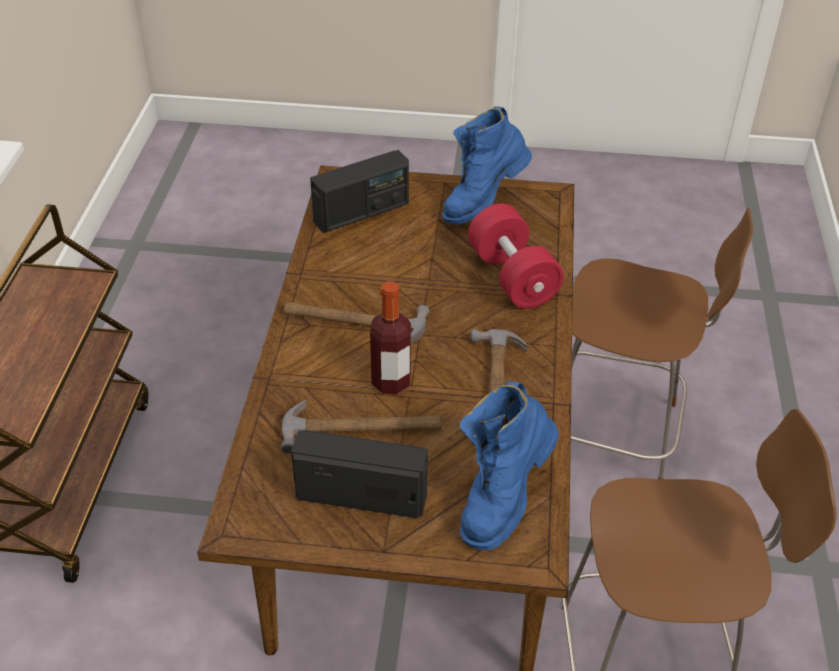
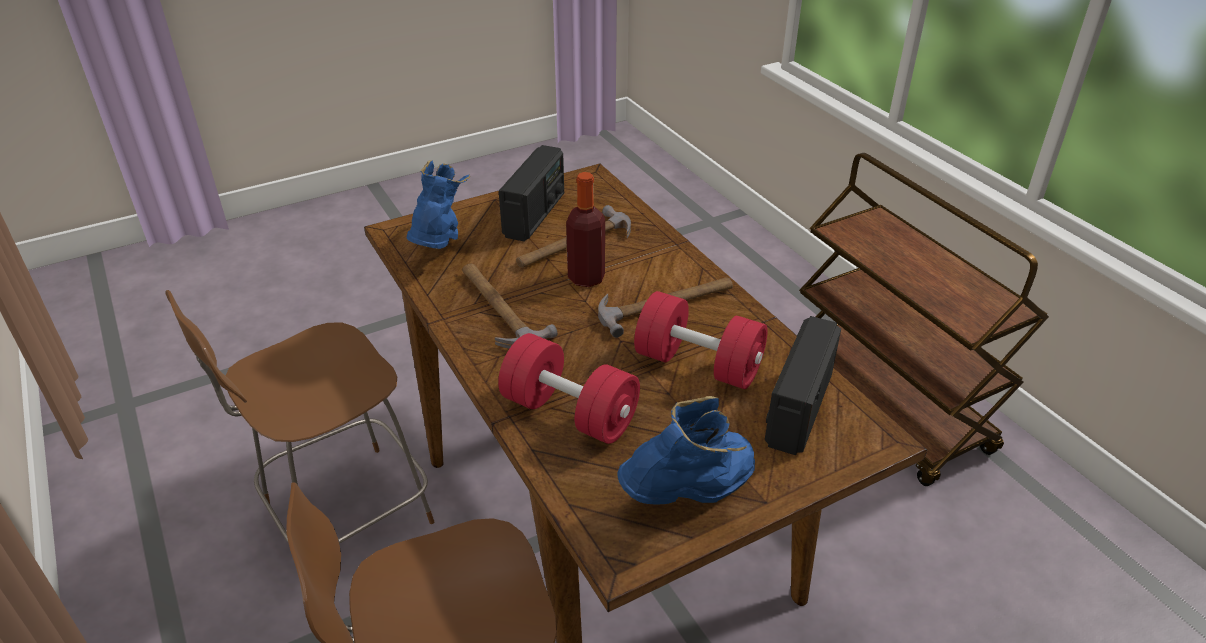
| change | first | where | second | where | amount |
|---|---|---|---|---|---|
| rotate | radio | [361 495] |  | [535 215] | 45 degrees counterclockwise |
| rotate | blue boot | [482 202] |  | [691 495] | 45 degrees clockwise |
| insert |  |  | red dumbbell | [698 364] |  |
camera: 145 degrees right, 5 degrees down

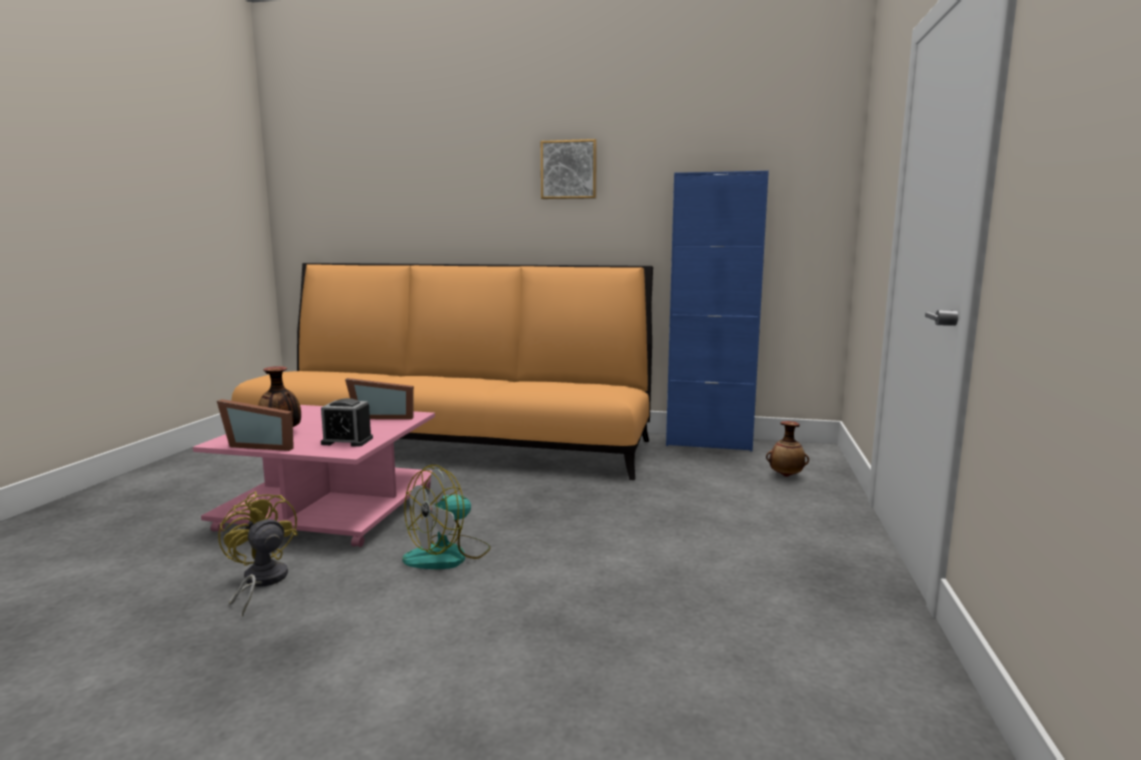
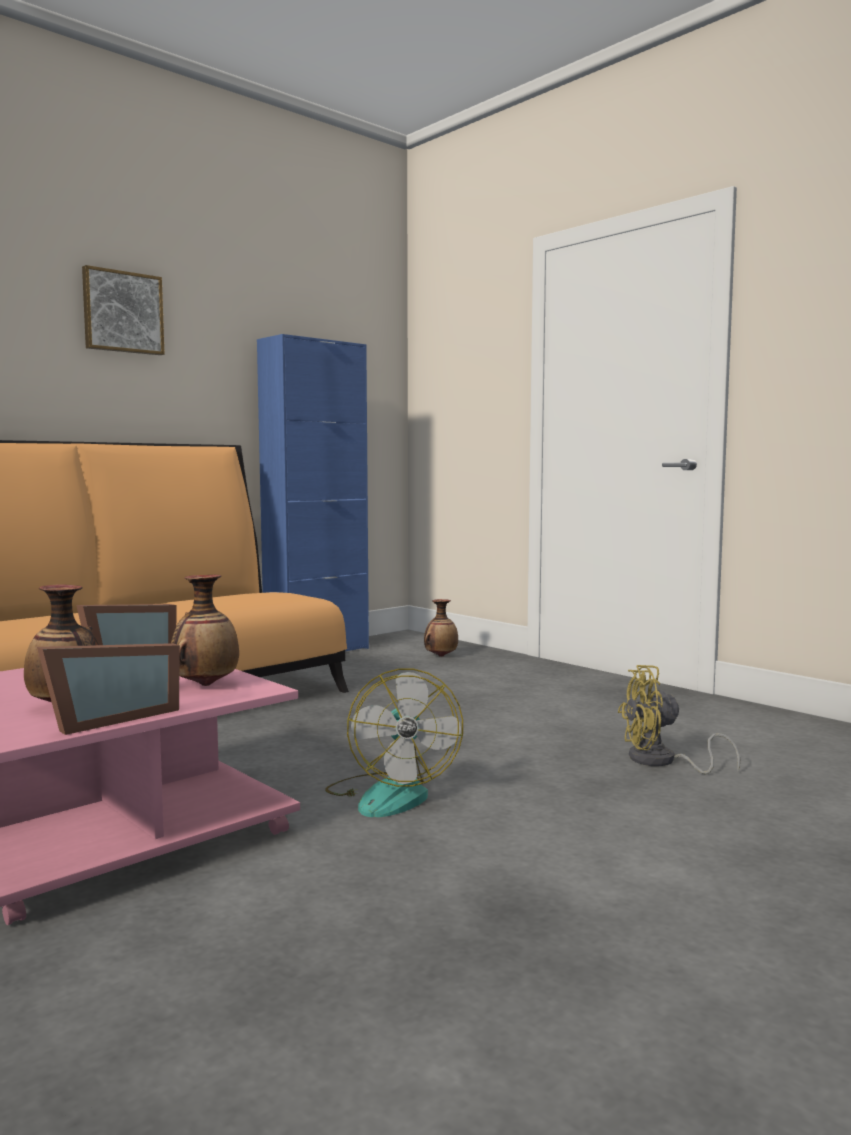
| change | first | where | second | where | amount |
|---|---|---|---|---|---|
| move | yellow fan | [260 582] |  | [661 762] |  |
| replace | alarm clock | [347 441] | vase | [205 685] |  |
camera: 55 degrees left, 5 degrees down

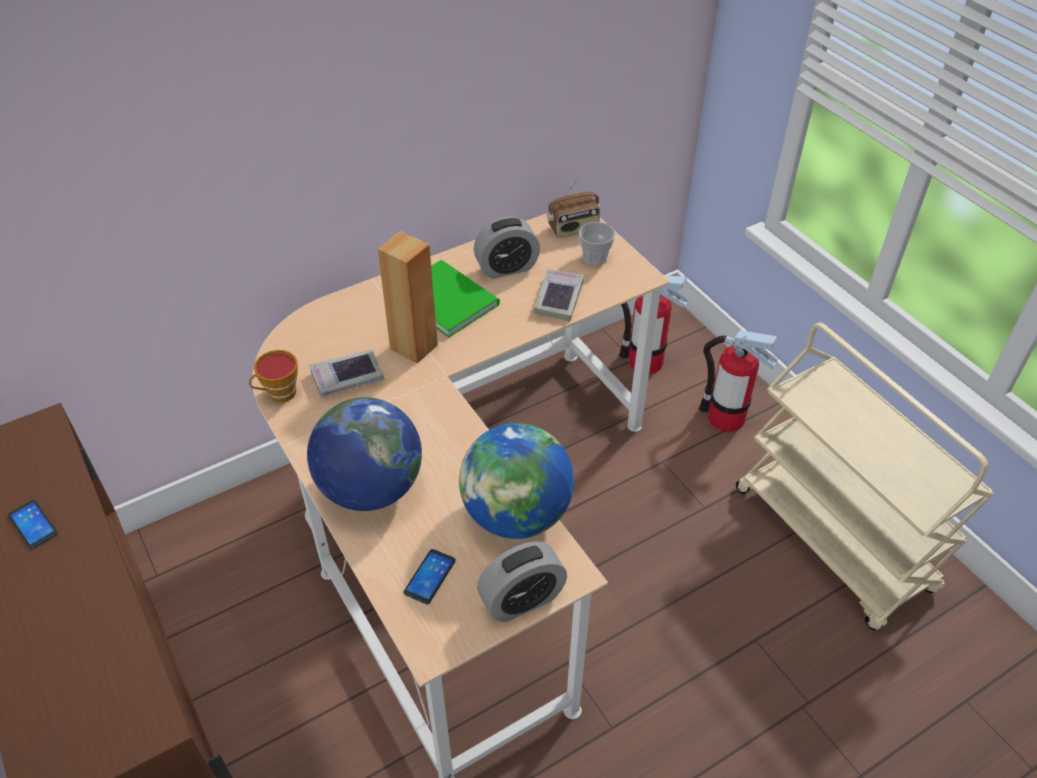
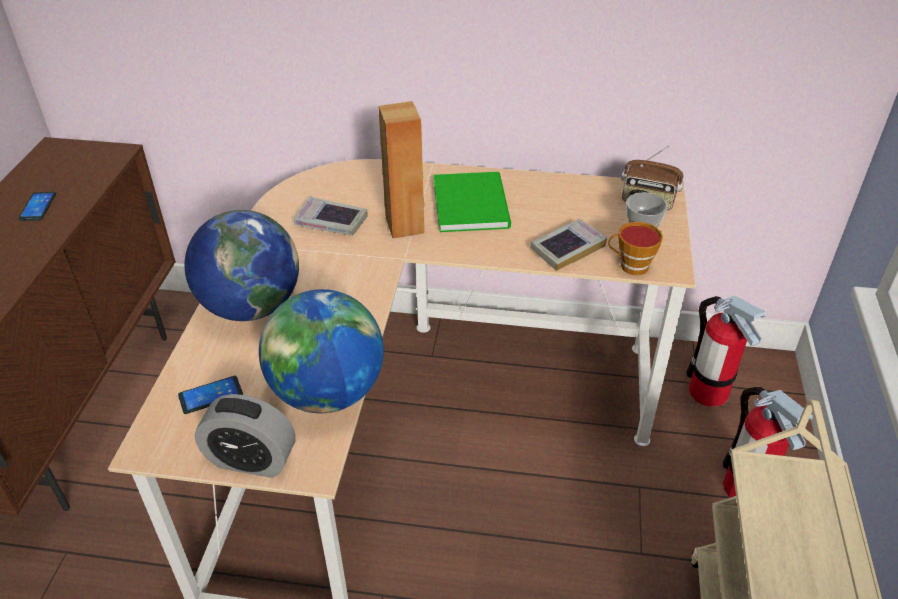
| change | first | where | second | where | amount |
|---|---|---|---|---|---|
| move | cup | [279 394] |  | [630 266] |  |
| delete | alarm clock | [507 268] |  |  |  |
camera: 40 degrees right, 5 degrees down

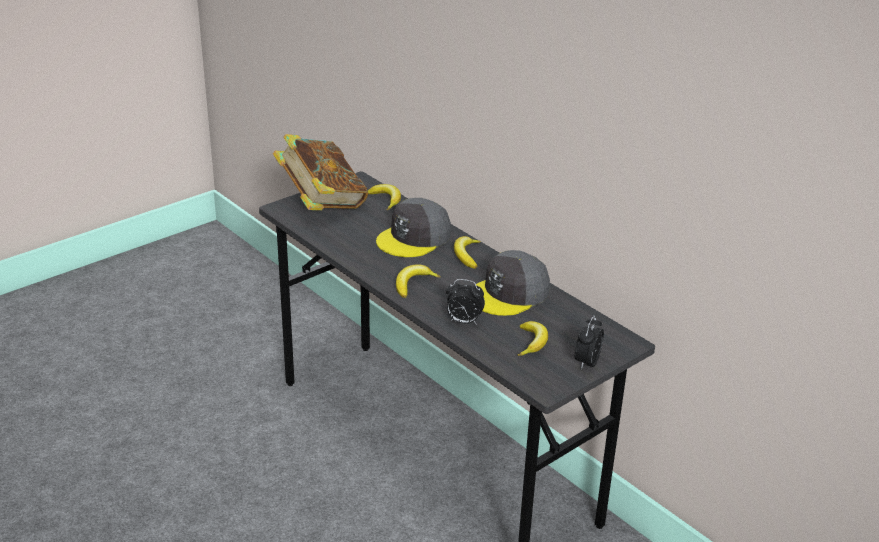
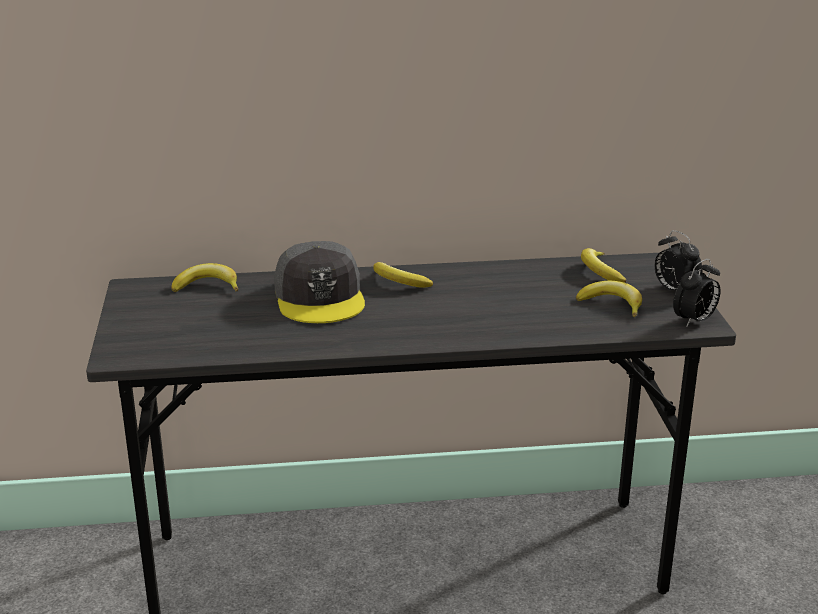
| change | first | where | second | where | amount |
|---|---|---|---|---|---|
| delete | book | [321 204] |  |  |  |
| move | banana | [413 284] |  | [600 271] |  |
| move | alarm clock | [463 322] |  | [694 321] |  |
| delete | grey cap | [509 293] |  |  |  |
camera: 55 degrees left, 5 degrees down

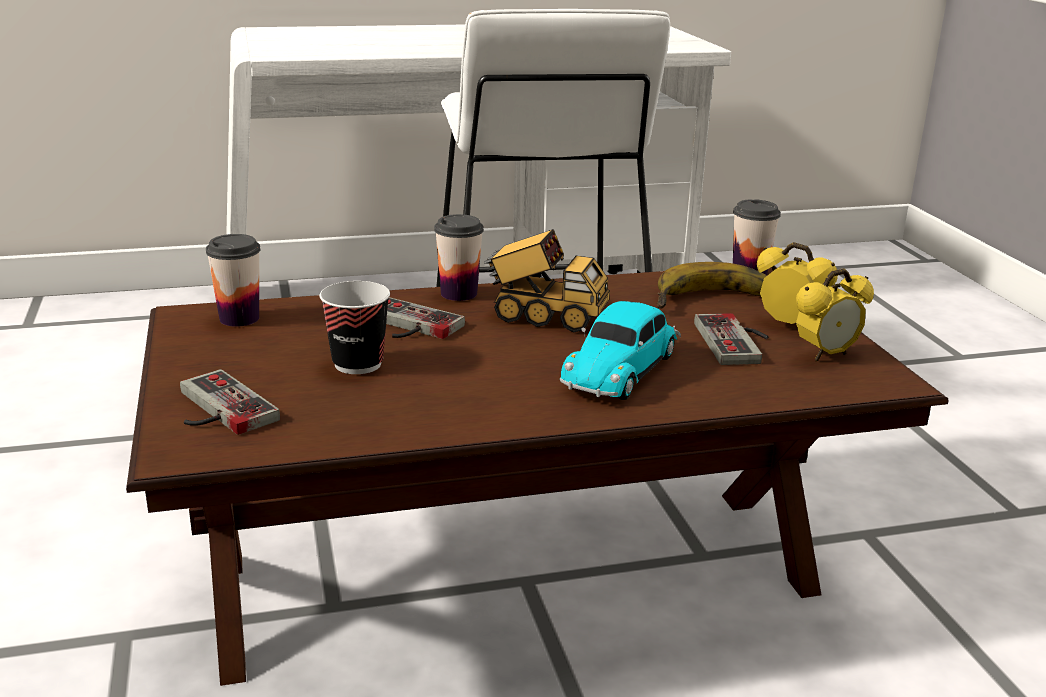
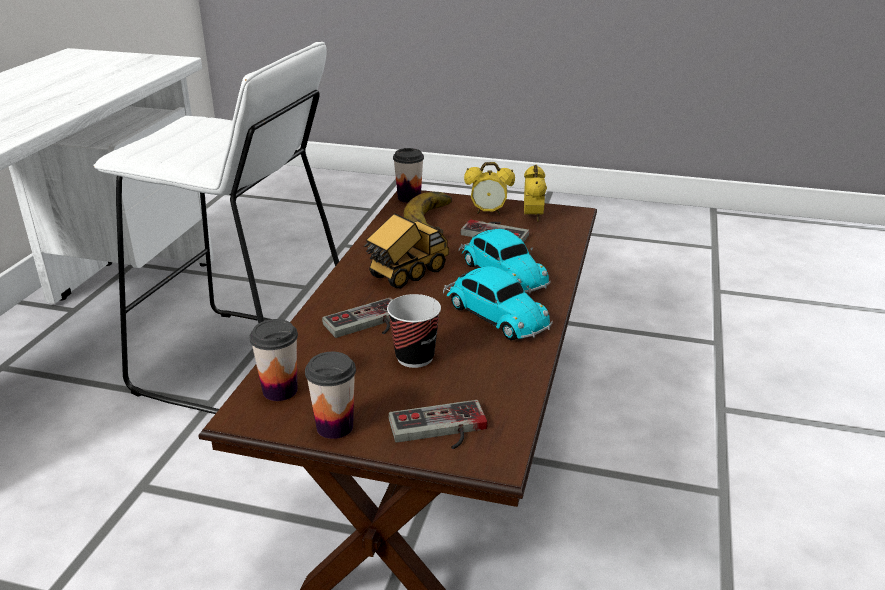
| change | first | where | second | where | amount |
|---|---|---|---|---|---|
| move | cup | [459 294] |  | [335 427] |  |
| rotate | alarm clock | [788 325] |  | [488 212] | 150 degrees counterclockwise |
| insert |  |  | toy car | [494 314] |  |
camera: 60 degrees left, 5 degrees up

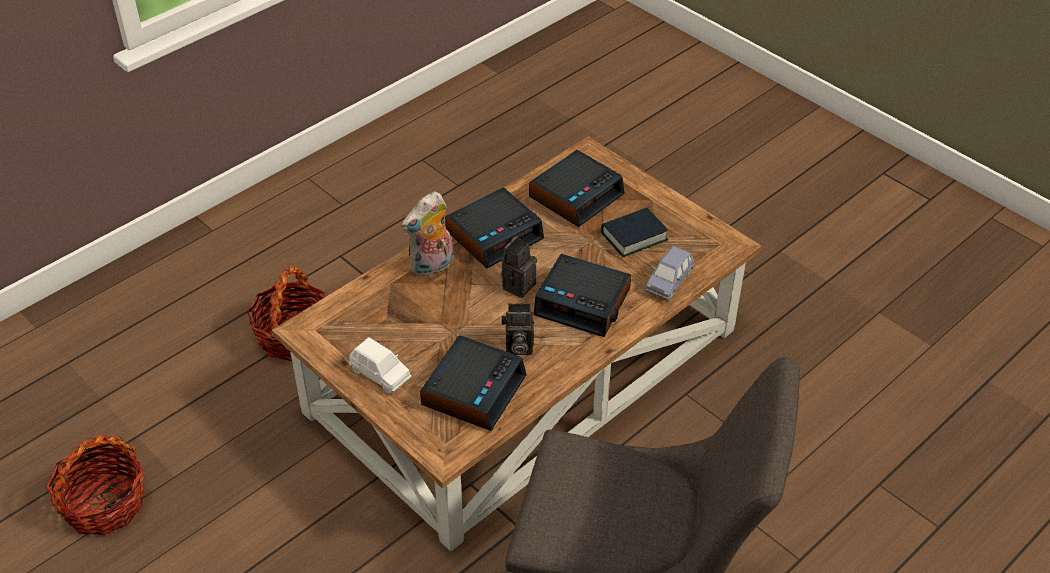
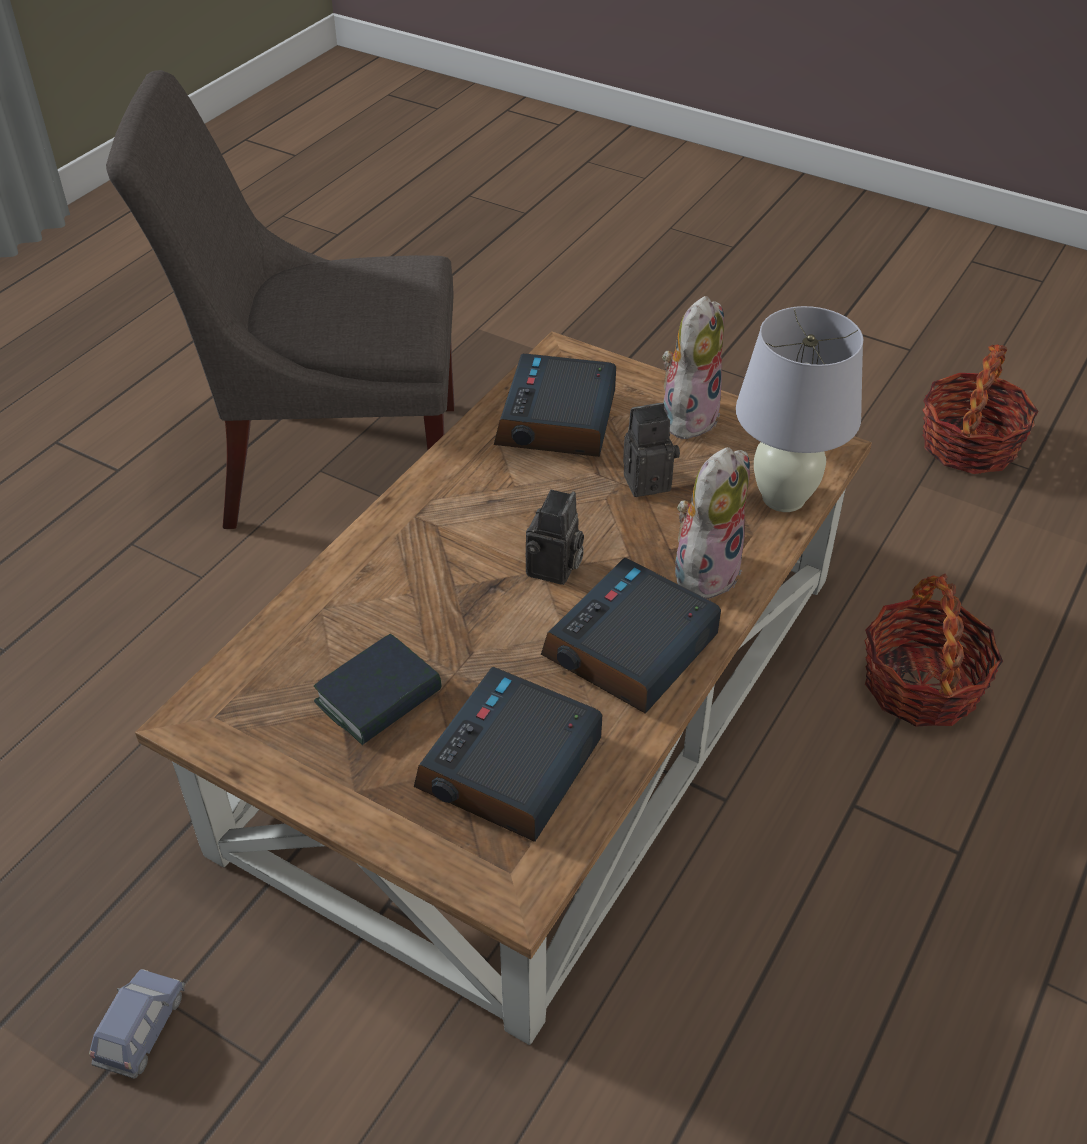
| change | first | where | second | where | amount |
|---|---|---|---|---|---|
| replace | white toy car | [380 375] | plush toy | [688 415] |  |
| move | photo camera | [517 347] |  | [648 480] |  |
| delete | alarm clock | [583 302] |  |  |  |
| move | blue toy car | [669 283] |  | [142 1030] |  |
| insert |  |  | white table lamp | [784 498] |  |
camera: 165 degrees right, 0 degrees up

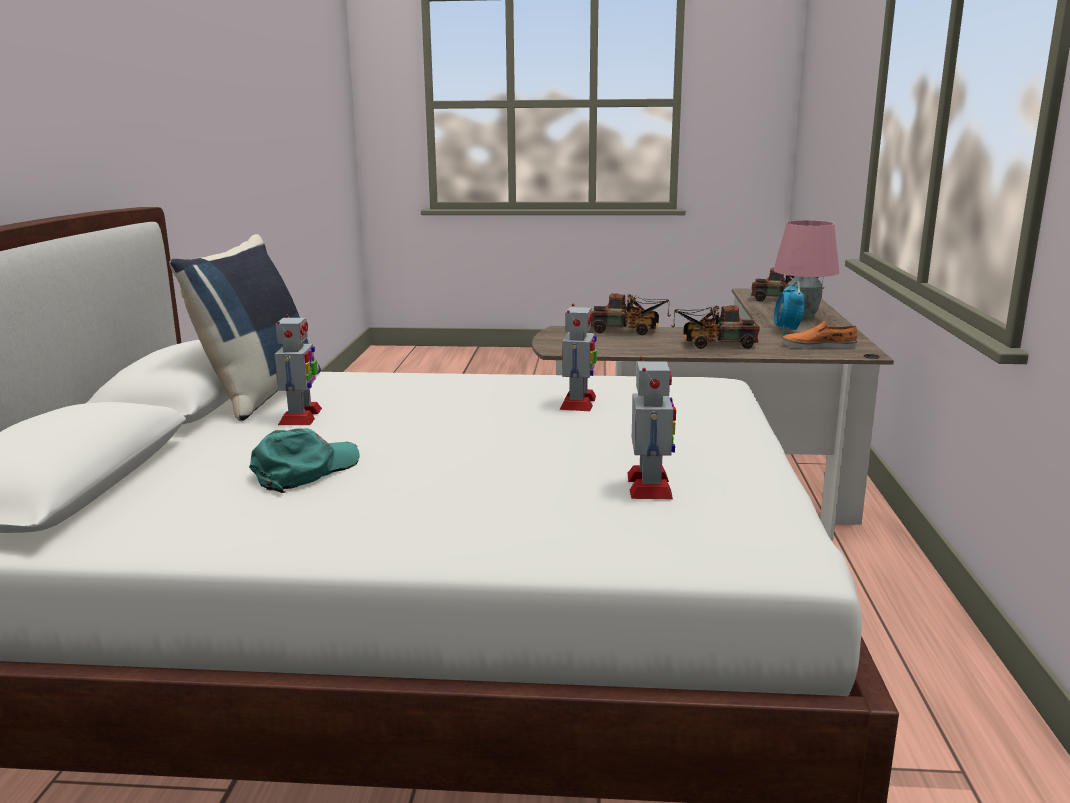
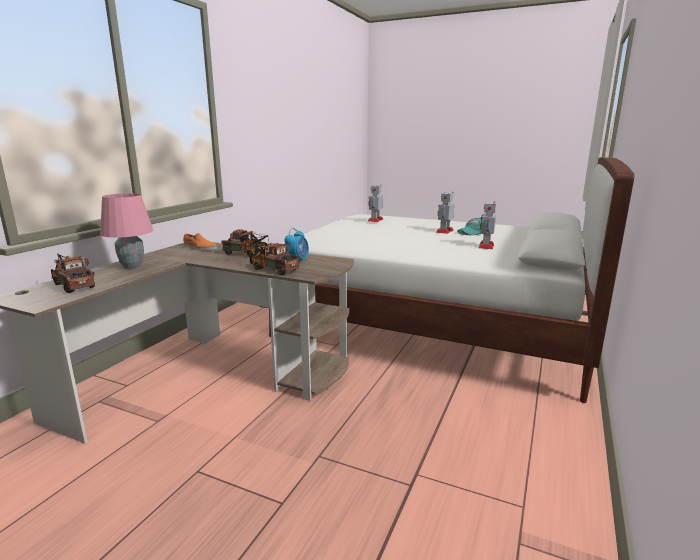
| change | first | where | second | where | amount |
|---|---|---|---|---|---|
| delete | blue pillow | [259 394] |  |  |  |
| move | toy robot | [578 403] |  | [444 231] |  |
| move | alarm clock | [787 330] |  | [297 261] |  |
camera: 160 degrees left, 0 degrees up

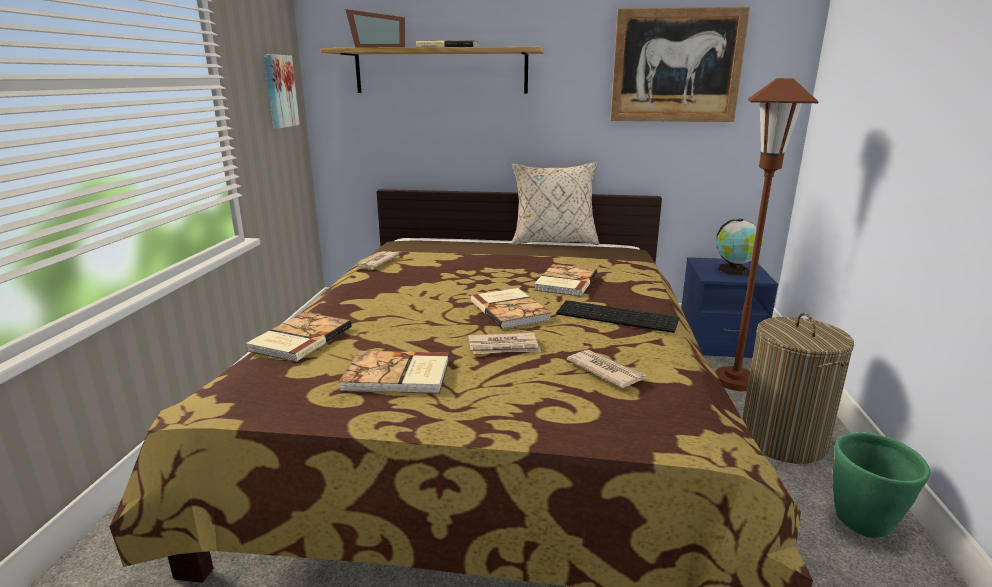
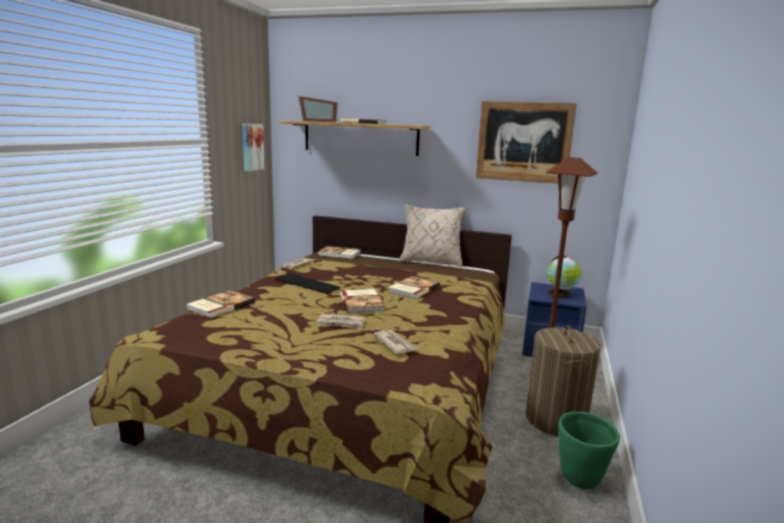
| change | first | where | second | where | amount |
|---|---|---|---|---|---|
| move | book | [397 376] |  | [339 254] |  |
| move | keyboard | [618 316] |  | [308 283] |  |
camera: 10 degrees right, 5 degrees down

